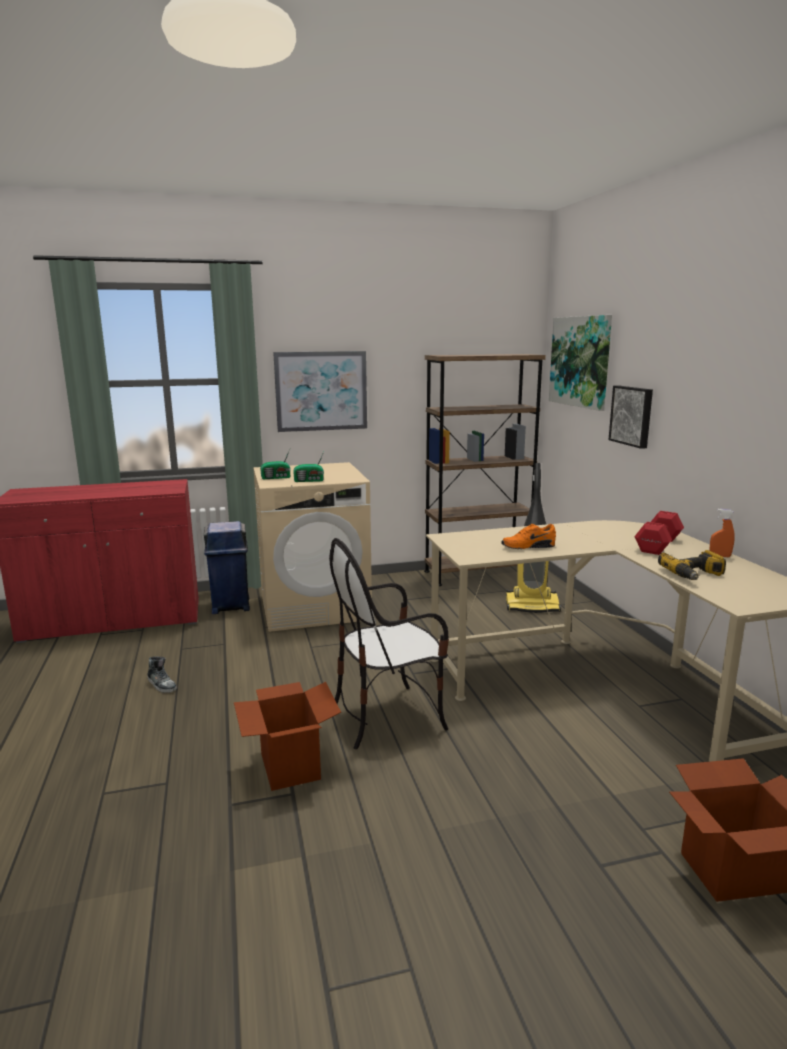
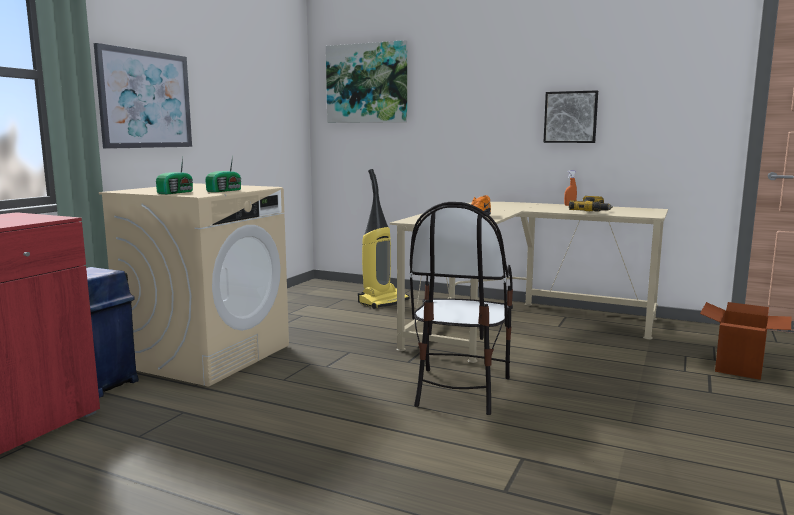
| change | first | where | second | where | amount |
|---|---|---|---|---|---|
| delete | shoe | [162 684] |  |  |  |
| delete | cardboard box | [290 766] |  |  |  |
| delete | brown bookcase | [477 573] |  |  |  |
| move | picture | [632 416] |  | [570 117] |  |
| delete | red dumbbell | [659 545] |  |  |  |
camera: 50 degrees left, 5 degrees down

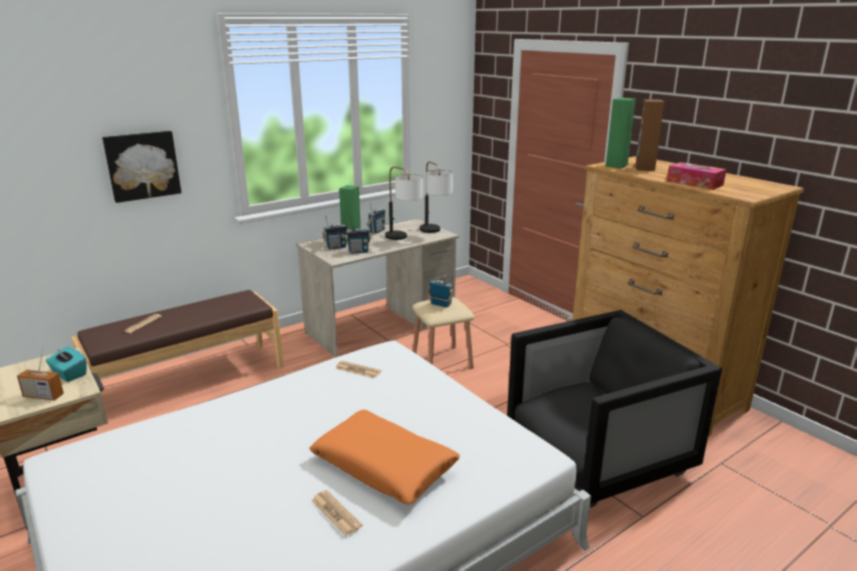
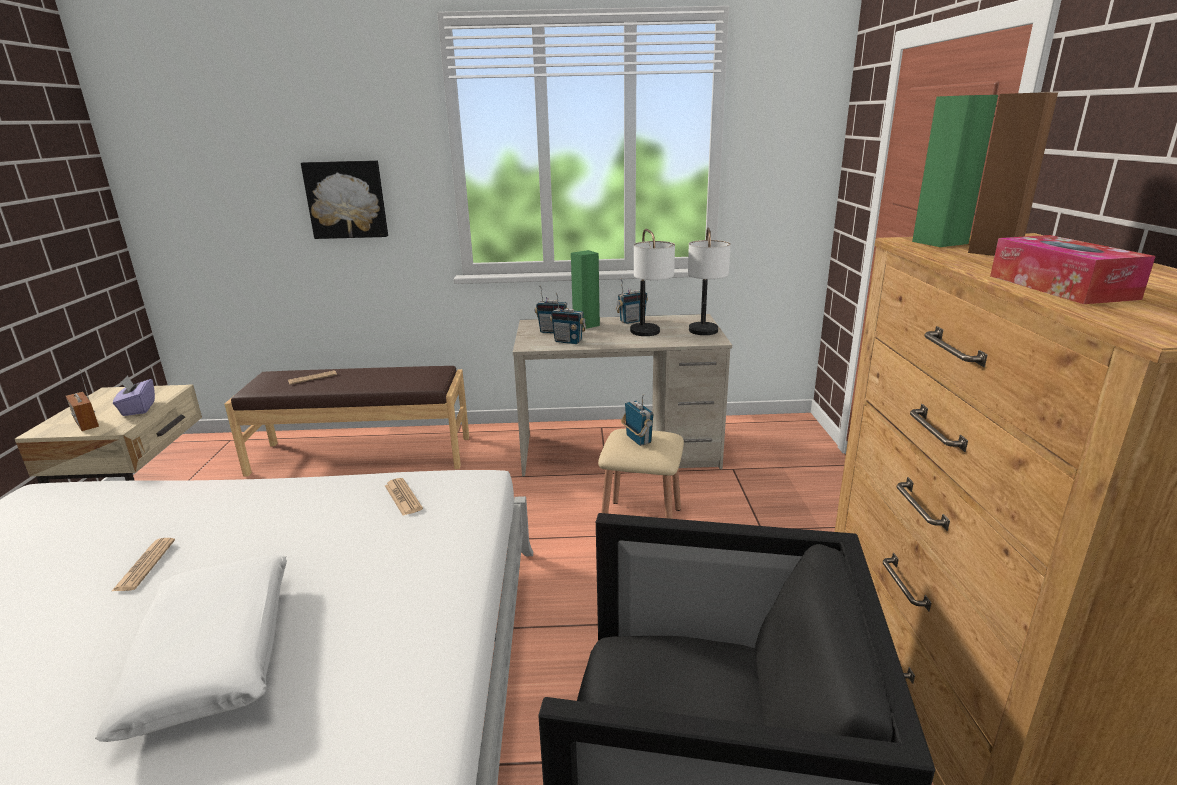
| change | first | where | second | where | amount |
|---|---|---|---|---|---|
| recolor | turquoise tissue box | [69 374] | purple tissue box | [138 408] |  |
| recolor | orange pillow | [384 466] | white pillow | [214 654] |  |
| move | newspaper | [336 513] |  | [145 565] |  |
camera: 35 degrees right, 0 degrees up

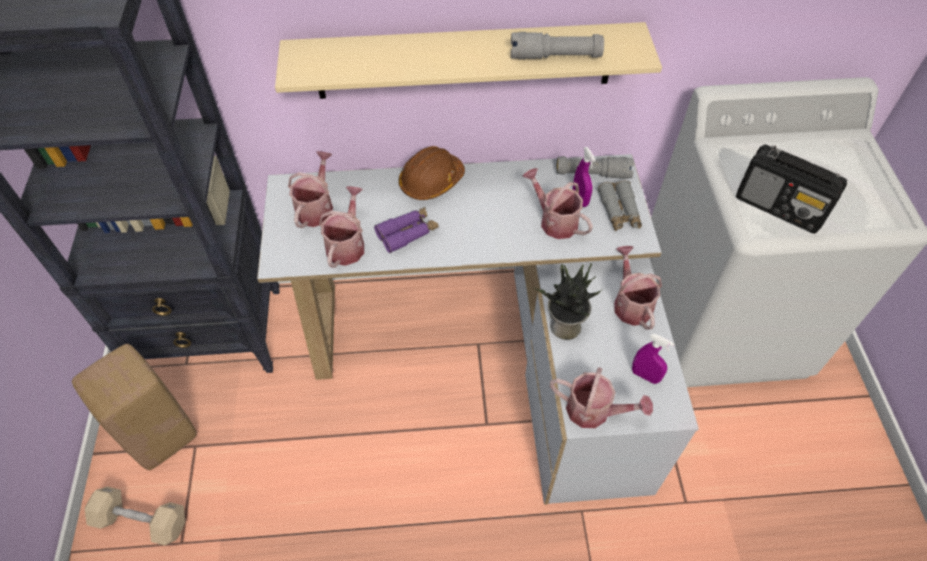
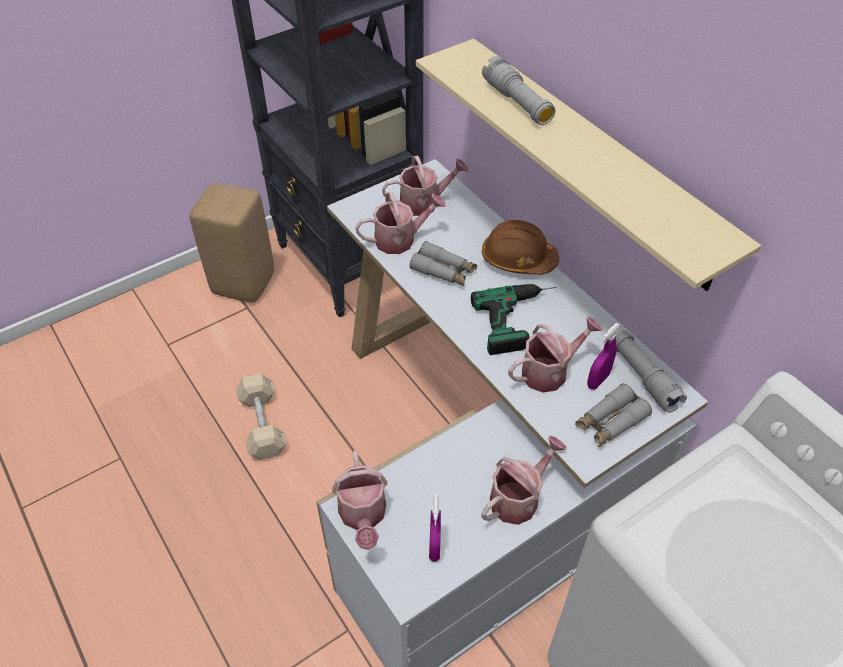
| change | first | where | second | where | amount |
|---|---|---|---|---|---|
| move | beige dumbbell | [141 520] |  | [262 425] |  |
| recolor | purple binoculars | [407 233] | grey binoculars | [443 271] |  |
| move | grey flashlight | [555 56] |  | [517 102] |  |
| rotate | watering can | [554 220] |  | [550 371] | 45 degrees clockwise |
| delete | potted plant | [564 327] |  |  |  |
| delete | radio | [780 207] |  |  |  |
| insert |  |  | power drill | [521 320] |  |
camera: 60 degrees right, 5 degrees down

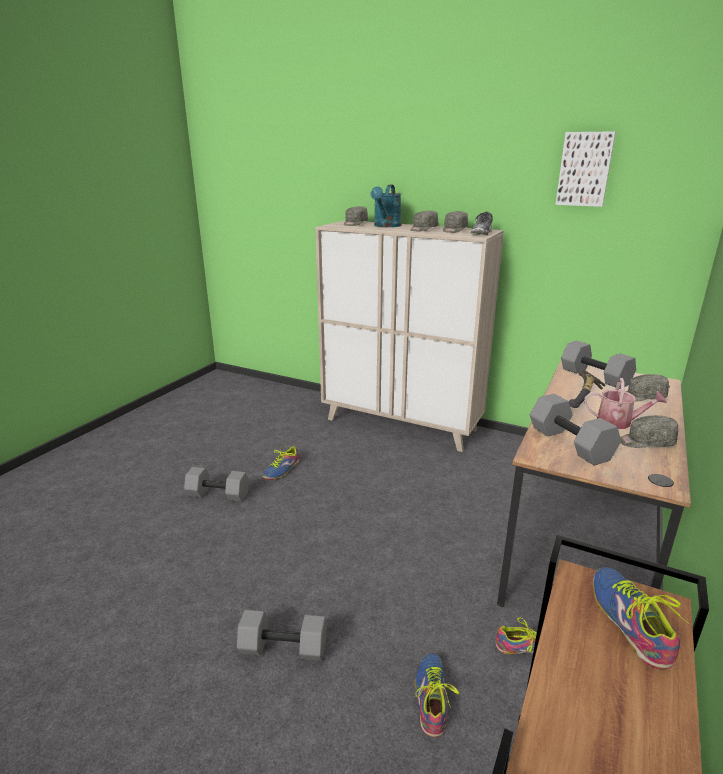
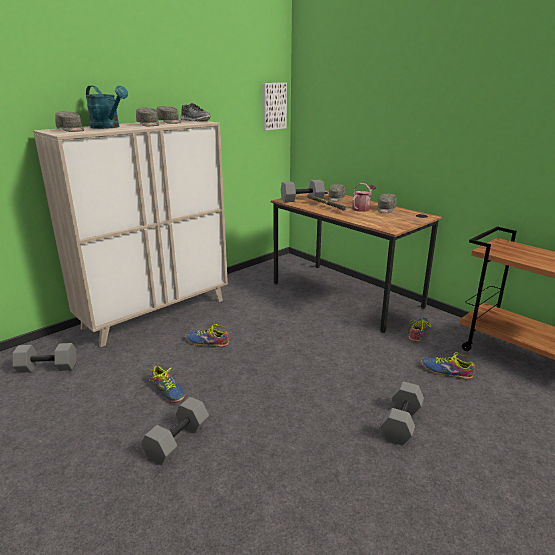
| change | first | where | second | where | amount |
|---|---|---|---|---|---|
| move | grey dumbbell | [571 444] |  | [48 367] |  |
| move | picture | [584 169] |  | [273 106] |  |
| move | shoe | [629 621] |  | [207 342] |  |
camera: 70 degrees left, 0 degrees up

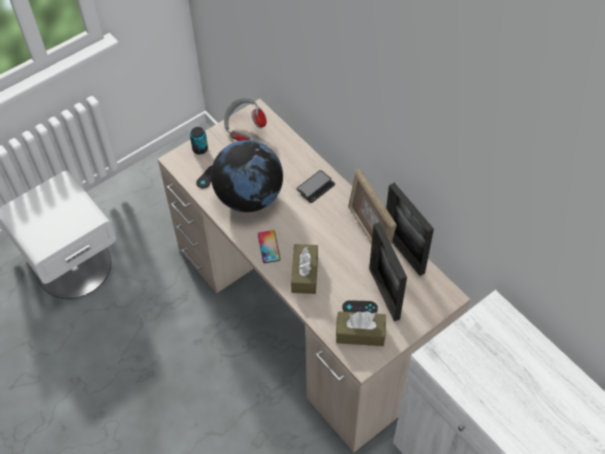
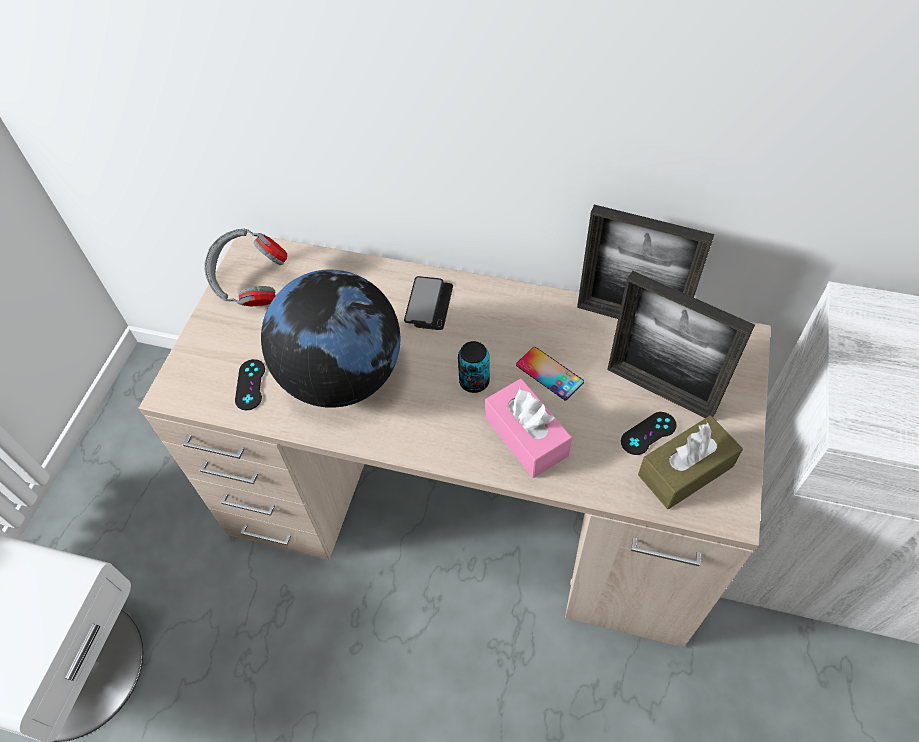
| change | first | where | second | where | amount |
|---|---|---|---|---|---|
| move | can | [200 149] |  | [474 381] |  |
| move | phone | [269 247] |  | [549 373] |  |
| recolor | brown tissue box | [304 274] | pink tissue box | [526 436] |  |
| delete | picture frame | [369 232] |  |  |  |
camera: 35 degrees left, 0 degrees up

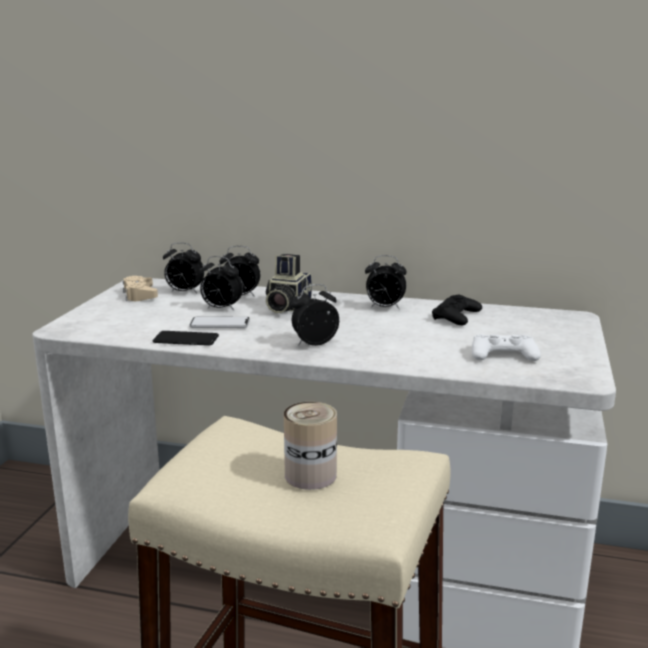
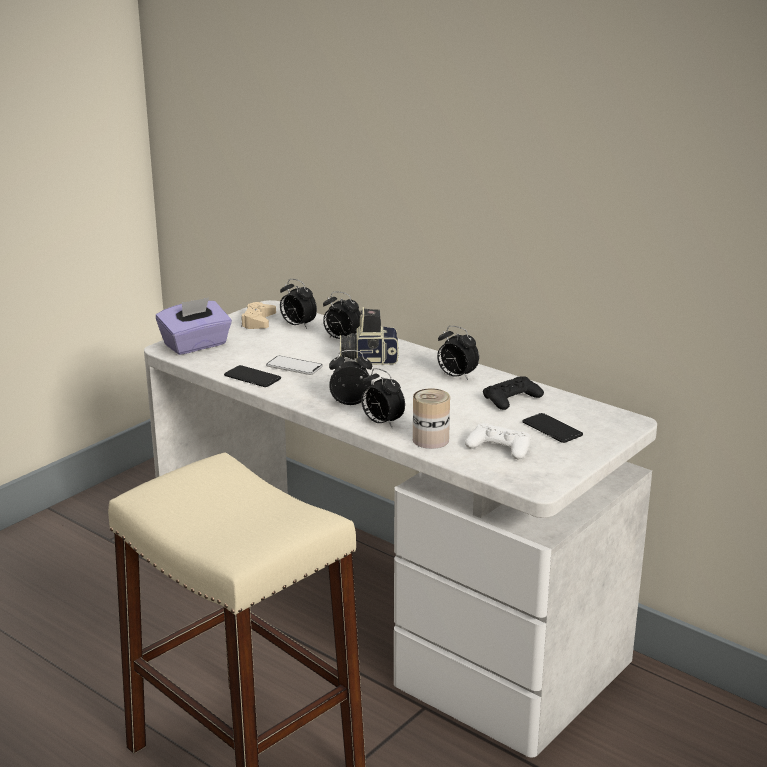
| change | first | where | second | where | amount |
|---|---|---|---|---|---|
| move | alarm clock | [221 309] |  | [381 423] |  |
| rotate | photo camera | [286 307] |  | [369 359] | 45 degrees clockwise |
| move | can | [310 475] |  | [430 440] |  |
| insert |  |  | purple tissue box | [196 345] |  |
| insert |  |  | phone | [552 429] |  |
camera: 25 degrees right, 5 degrees up

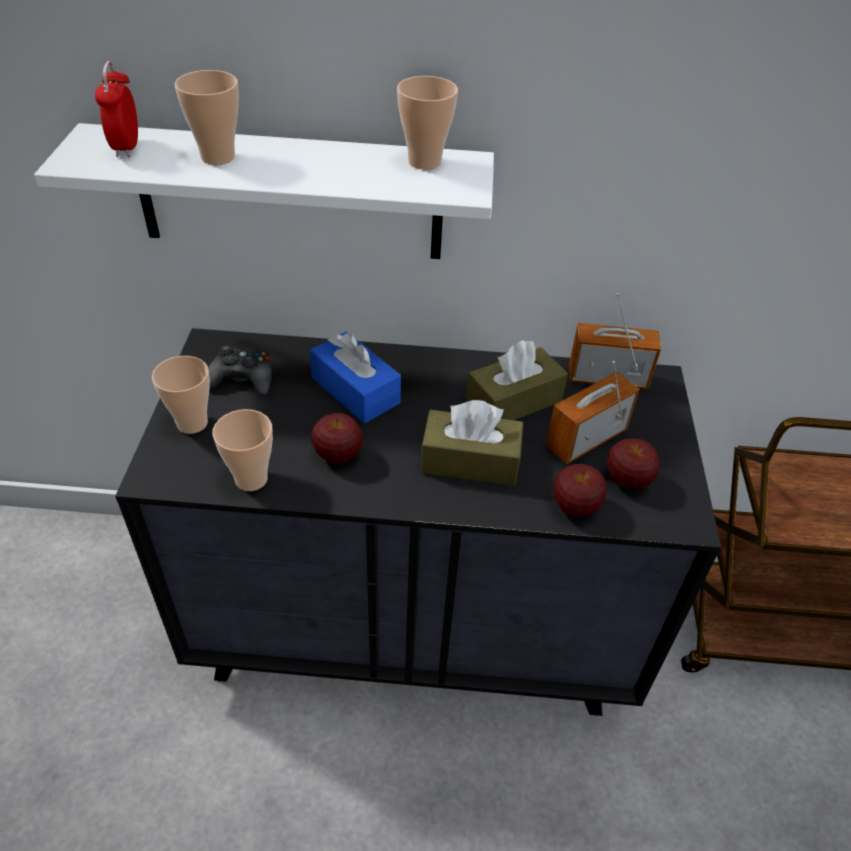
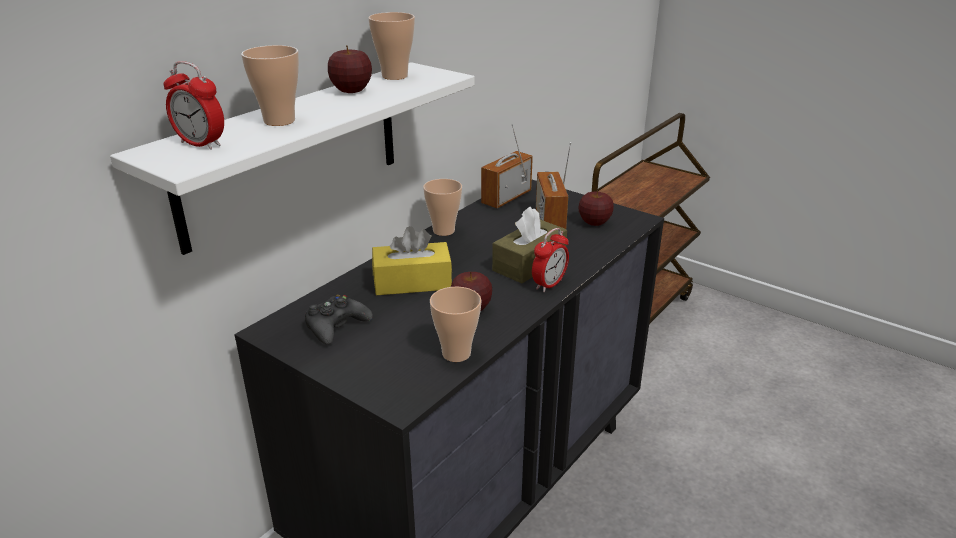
| change | first | where | second | where | amount |
|---|---|---|---|---|---|
| move | cup | [192 423] |  | [443 231] |  |
| recolor | blue tissue box | [355 390] | yellow tissue box | [412 282] |  |
| delete | brown tissue box | [514 401] |  |  |  |
| move | apple | [575 507] |  | [352 91] |  |
| insert |  |  | alarm clock | [549 284] |  |
camera: 55 degrees left, 15 degrees down

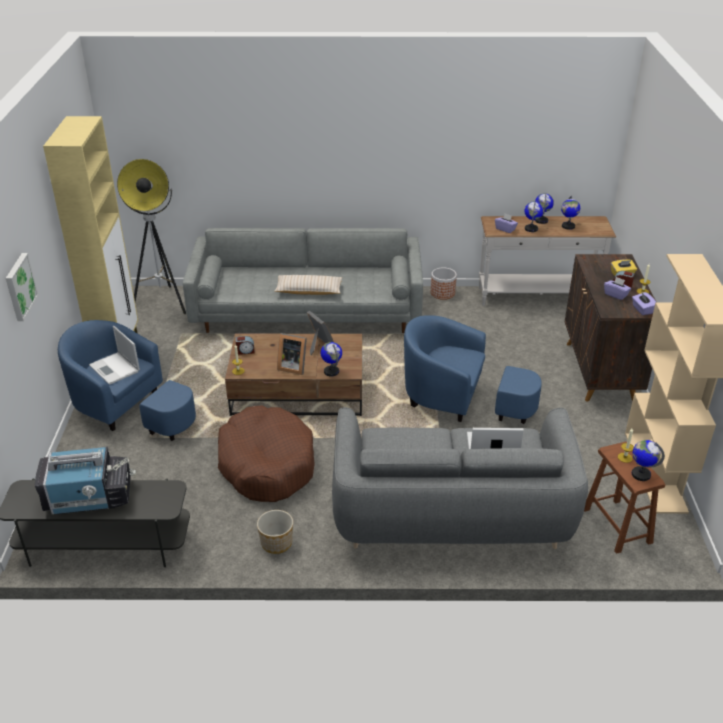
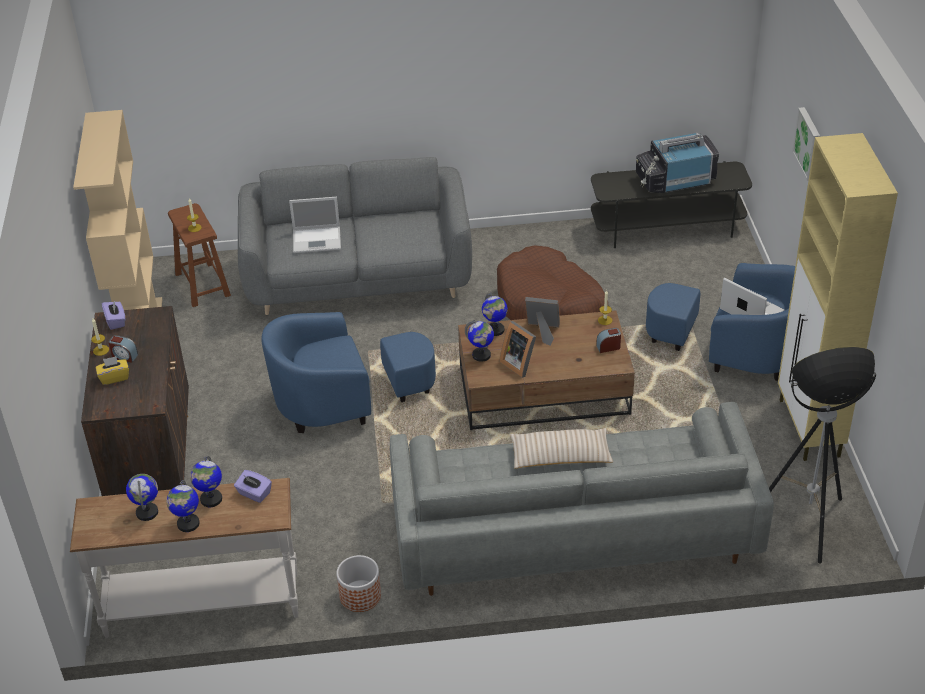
| change | first | where | second | where | amount |
|---|---|---|---|---|---|
| delete | planter | [276 543] |  |  |  |
| rotate | blue armchair | [459 400] |  | [343 400] | 150 degrees clockwise |
| delete | purple tissue box | [616 295] |  |  |  |
| move | globe | [640 474] |  | [481 355] |  |
camera: 175 degrees right, 5 degrees up

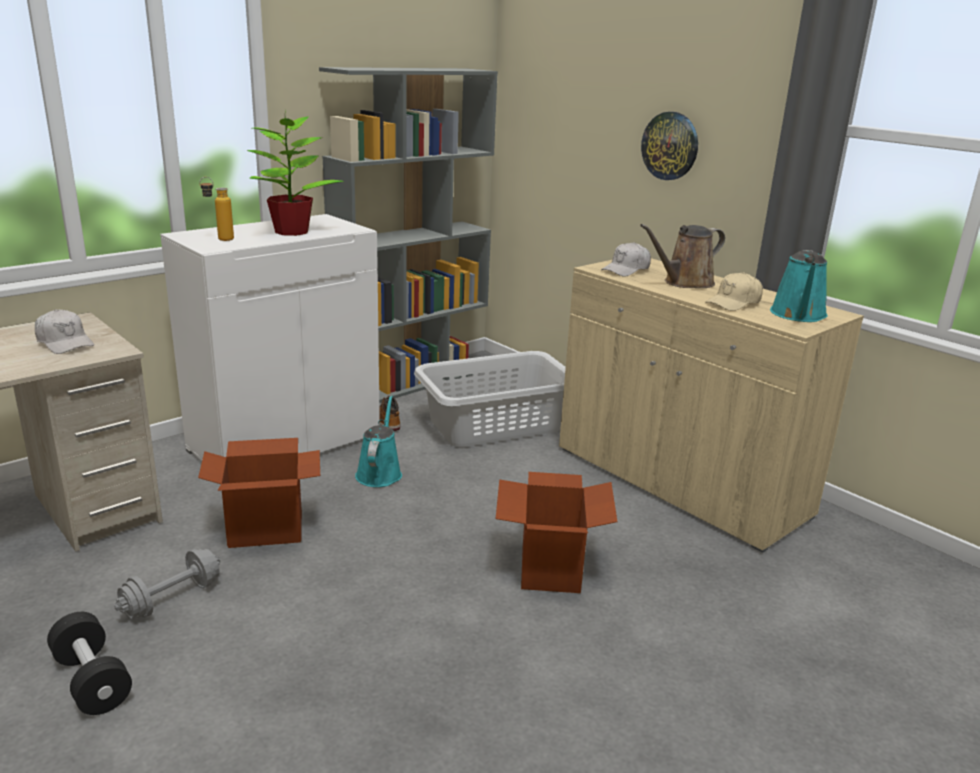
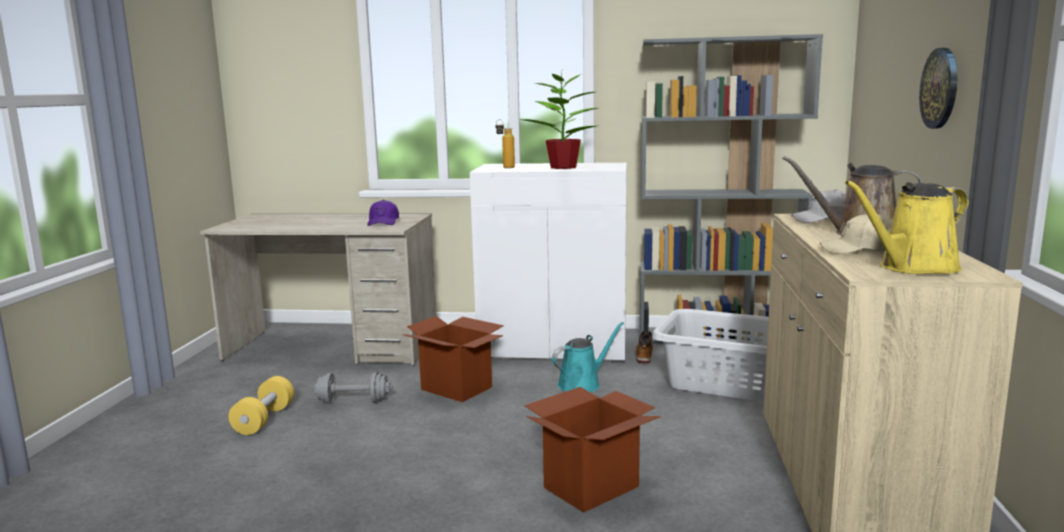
| change | first | where | second | where | amount |
|---|---|---|---|---|---|
| recolor | white cap | [65 343] | purple cap | [383 222] |  |
| recolor | black dumbbell | [92 680] | yellow dumbbell | [264 419] |  |
| recolor | turquoise watering can | [798 315] | yellow watering can | [913 268] |  |
camera: 50 degrees right, 10 degrees down

